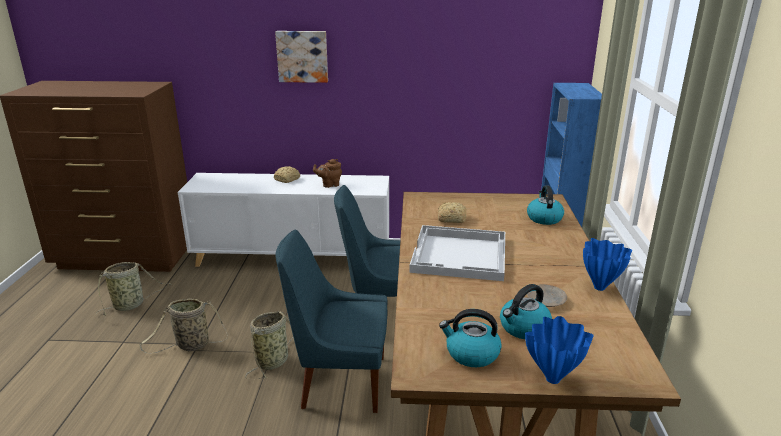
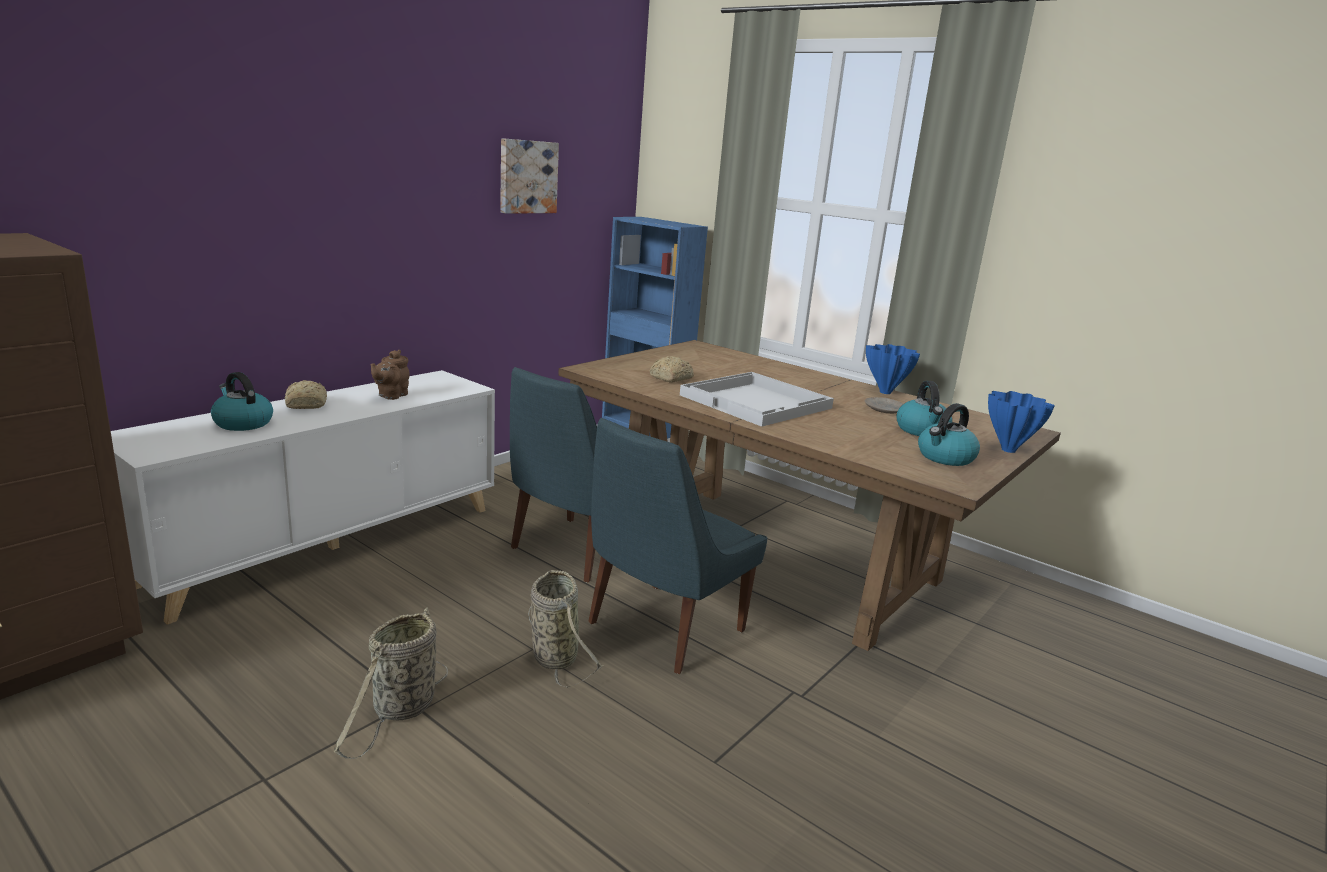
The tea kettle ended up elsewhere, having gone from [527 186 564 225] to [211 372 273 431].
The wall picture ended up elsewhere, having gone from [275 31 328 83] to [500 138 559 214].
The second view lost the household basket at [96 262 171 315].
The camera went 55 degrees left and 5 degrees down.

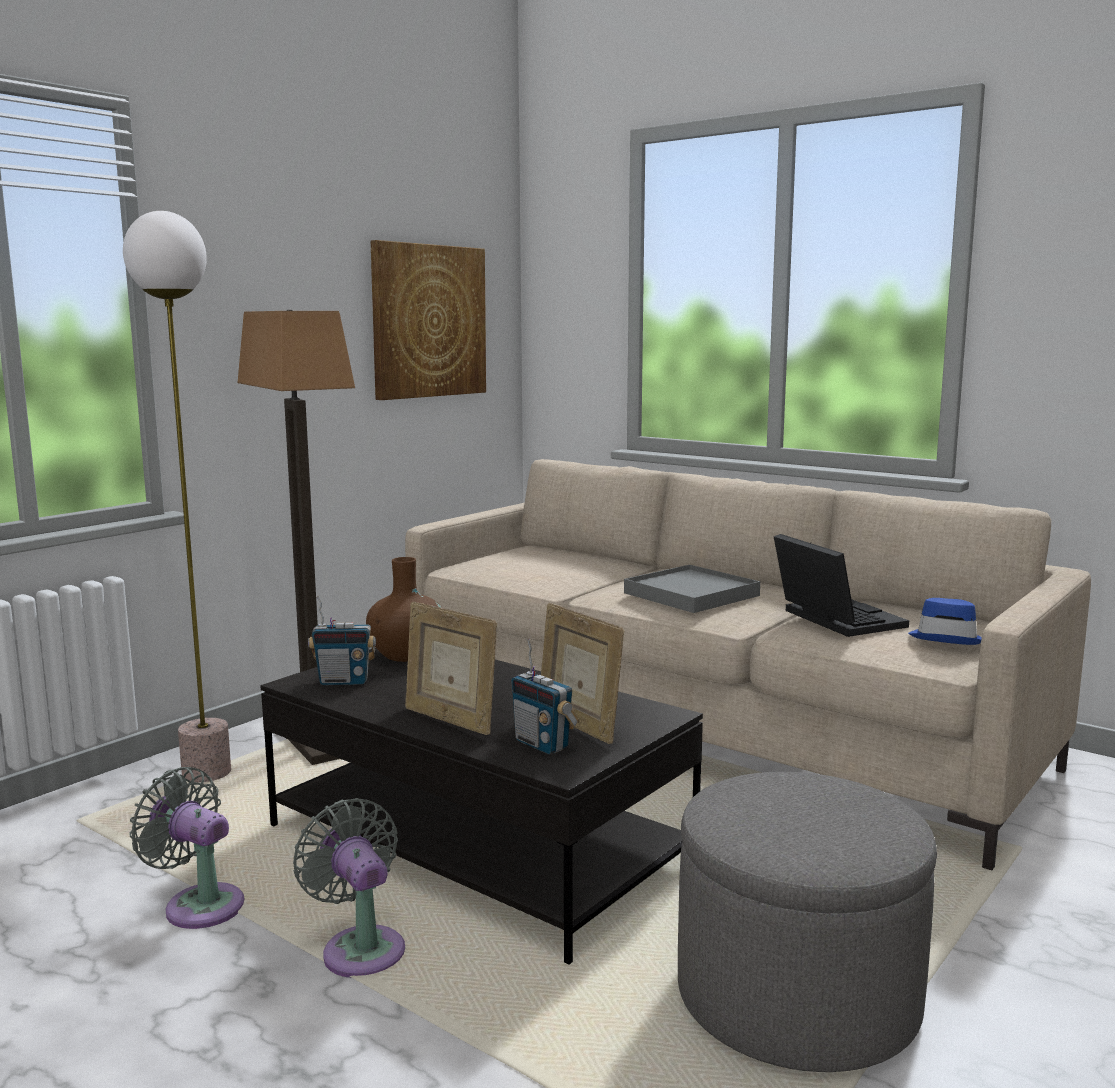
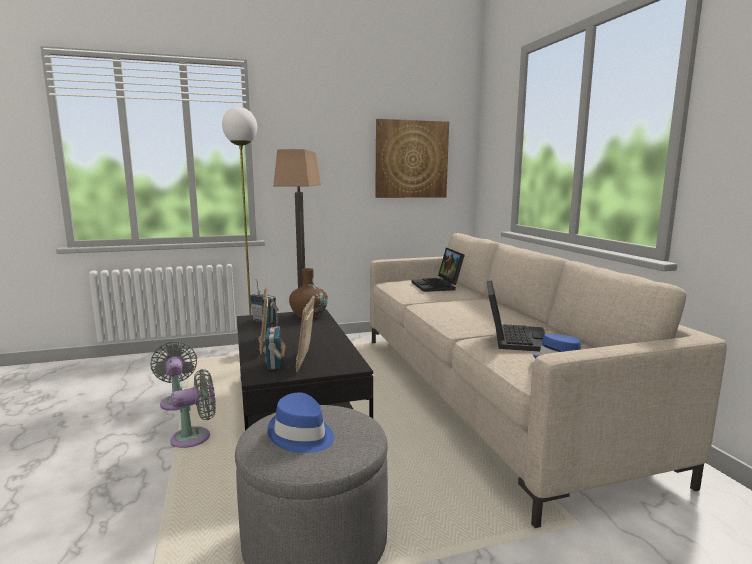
The greyish cooling fan at [293 798 405 978] ended up facing another way, 60 degrees clockwise from before.
The second view gained the bluish wearable hat at [267 392 334 453].
The second view gained the portable computer at [411 248 465 292].
The second view lost the greyish tray at [624 565 760 613].
The camera went 35 degrees right and 0 degrees up.

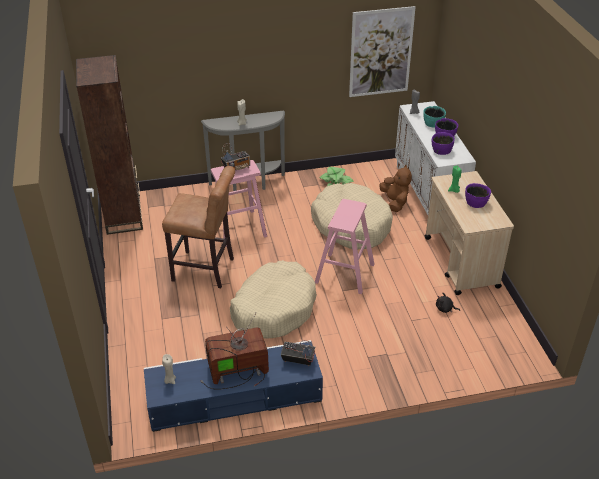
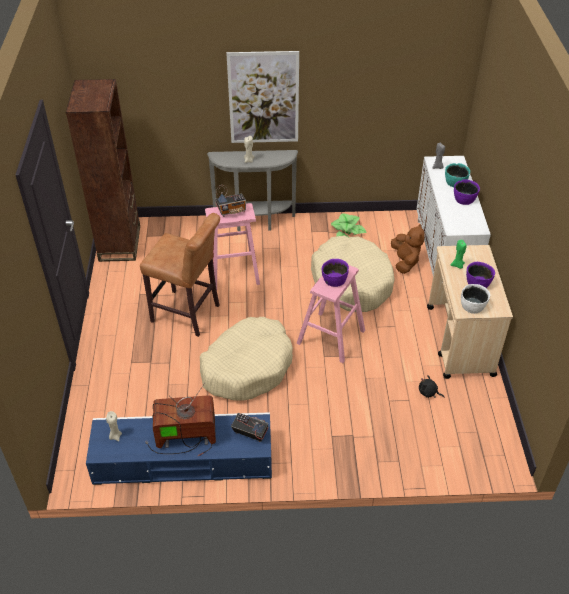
The wall picture ended up elsewhere, having gone from [349 6 416 97] to [226 51 299 143].
The purple deep dish ended up elsewhere, having gone from [432 132 455 155] to [322 259 349 287].
The second view gained the whitish deep dish at [461 284 490 314].
The camera went 10 degrees right and 5 degrees up.

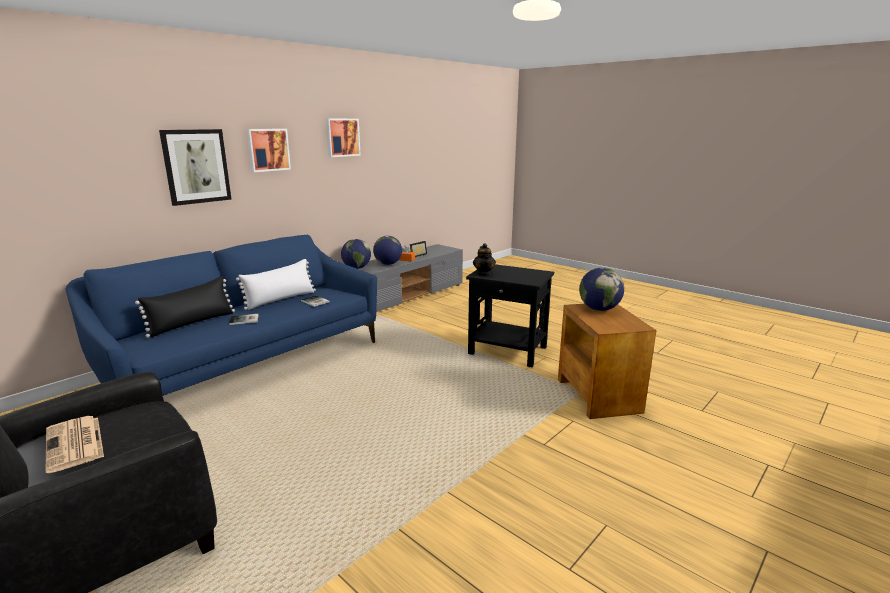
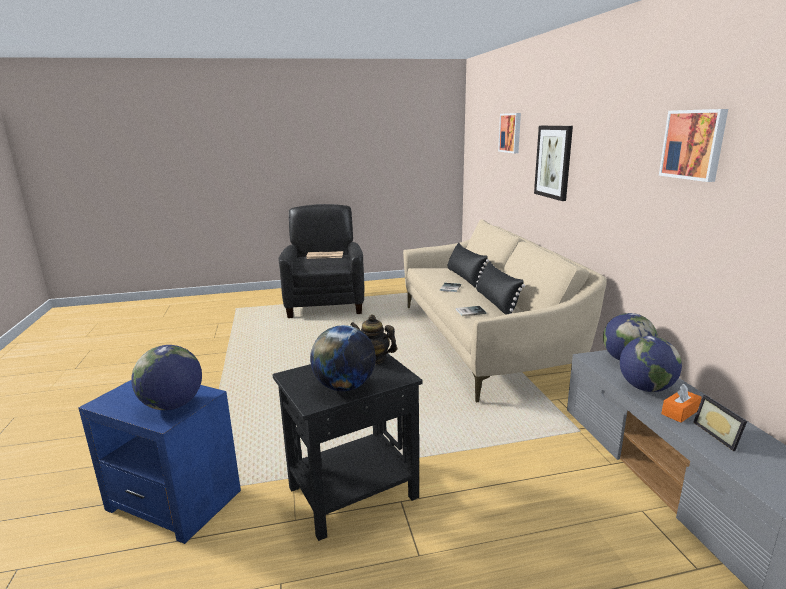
What was the brownish accent table at [558 304 656 419] turned into the bluish accent table at [78 380 241 544].
The second view gained the world globe at [310 325 376 391].
What was the bluish settee at [65 235 377 396] turned into the beige settee at [403 219 607 403].
What was the whitish throw pillow at [236 259 316 310] turned into the black throw pillow at [476 261 525 315].
The wall picture ended up elsewhere, having gone from [246 129 291 172] to [498 113 521 153].
The camera went 125 degrees right and 0 degrees up.

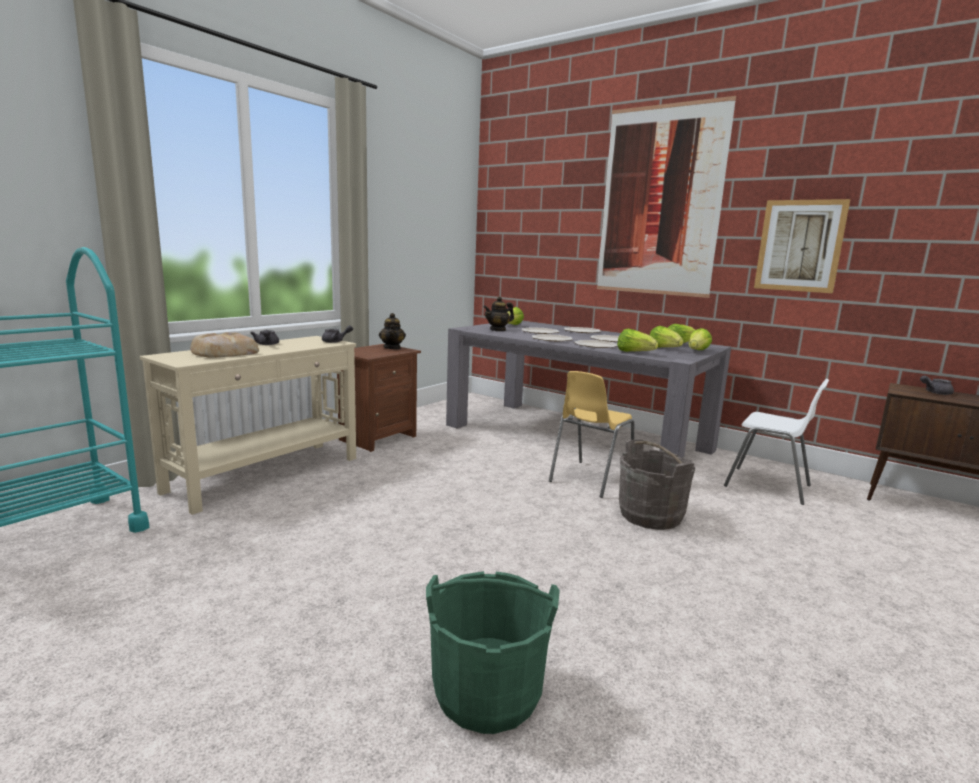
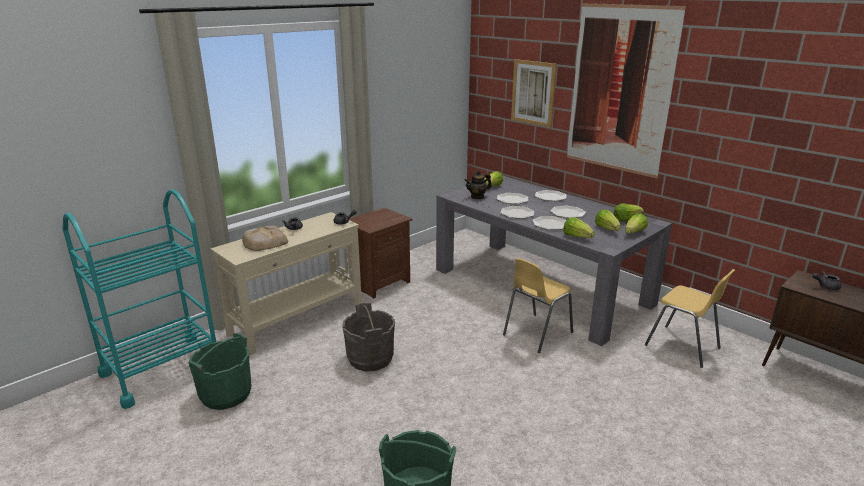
The second view gained the greenish water bucket at [188 333 252 410].
The greyish water bucket ended up elsewhere, having gone from [619 440 695 530] to [342 303 395 372].
The wall picture ended up elsewhere, having gone from [754 199 850 293] to [511 59 557 128].
What was the whitish plain chair at [724 379 829 505] turned into the yellowish plain chair at [645 269 735 368].
The second view lost the pot for tea at [379 313 406 349].
The camera went 10 degrees right and 10 degrees up.

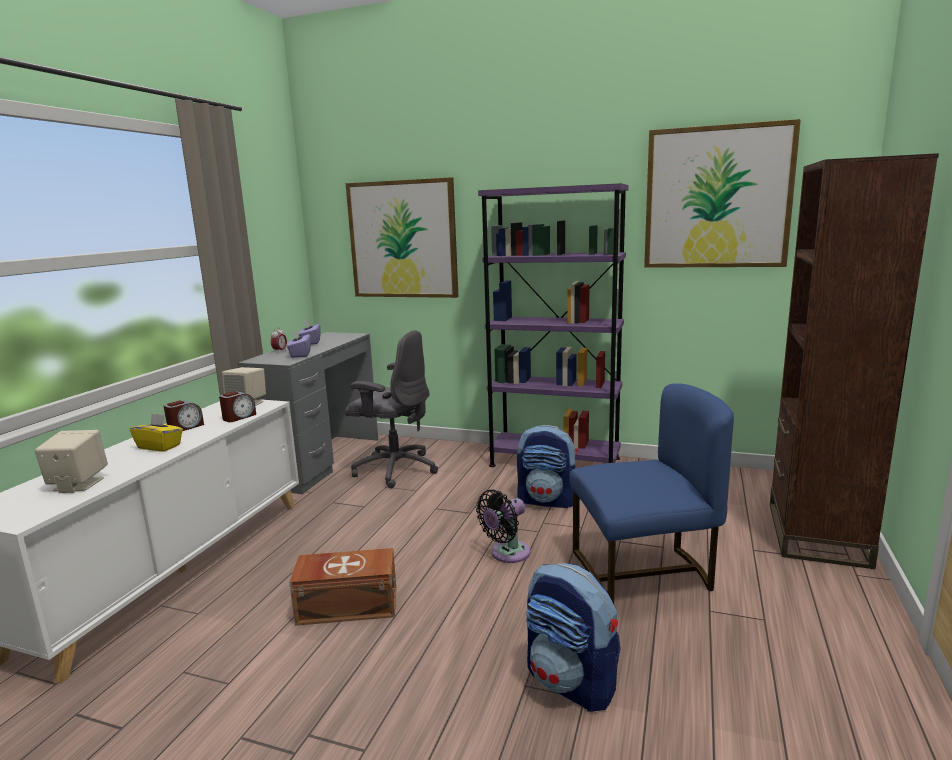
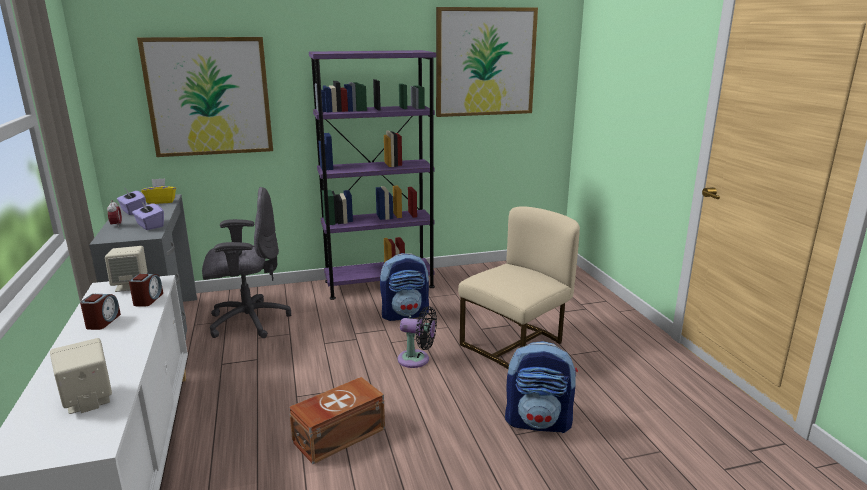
The yellowish tissue holder ended up elsewhere, having gone from [130 413 183 452] to [141 178 176 204].
The black cooling fan at [476 490 531 563] ended up facing another way, 90 degrees counterclockwise from before.
What was the bluish plain chair at [570 383 734 604] turned into the beige plain chair at [458 206 580 369].
The second view lost the brownish bookshelf at [770 153 939 569].
The camera went 35 degrees left and 5 degrees up.

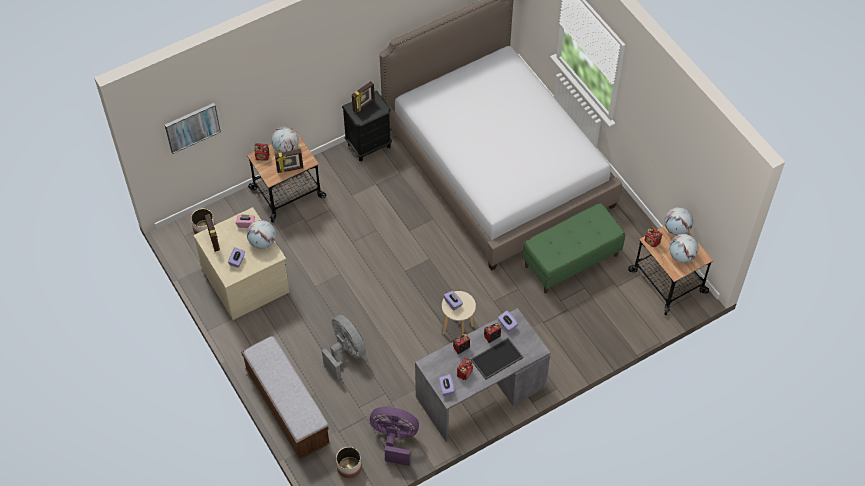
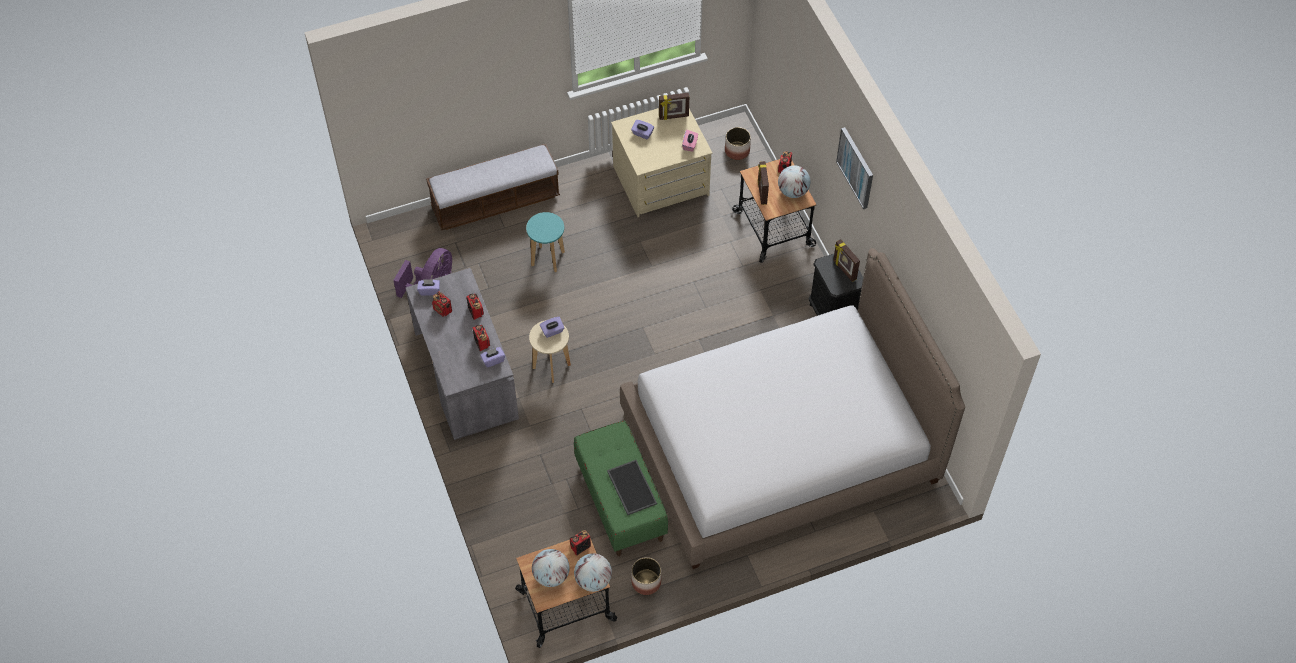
Where the greyish cooling fan stood at [322 315 366 380], the turquoise-coloured stool seat came to stand at [526 212 565 272].
The tray ended up elsewhere, having gone from [471 338 524 380] to [607 460 657 515].
The planter ended up elsewhere, having gone from [336 447 362 478] to [631 557 661 595].
The wall picture ended up elsewhere, having gone from [165 103 221 154] to [836 127 873 209].
The second view lost the world globe at [247 220 276 249].
The camera went 100 degrees right and 0 degrees up.

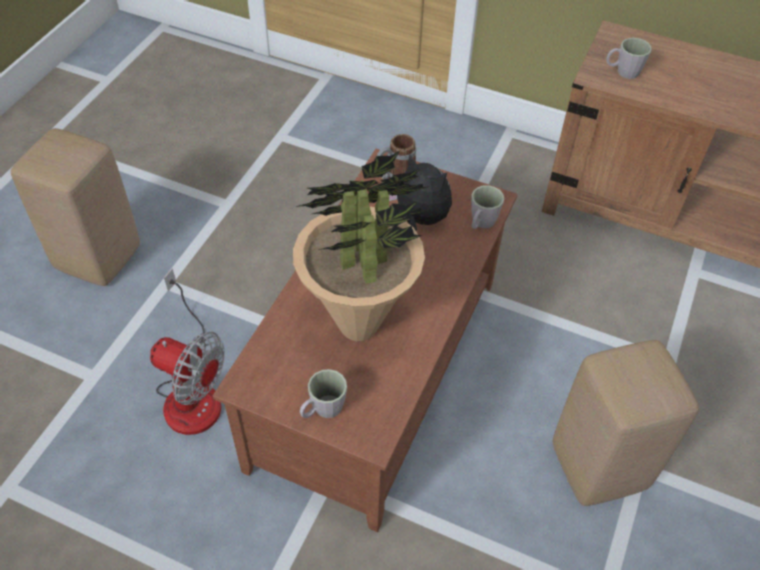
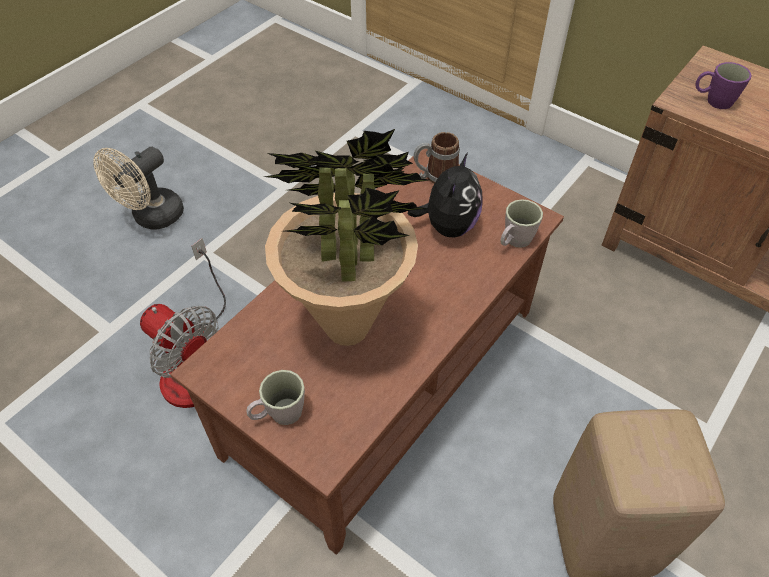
Where the beige stool seat stood at [11 128 140 286], the beige cooling fan came to stand at [93 146 184 230].
The cuddly toy at [389 154 452 230] ended up facing another way, 60 degrees clockwise from before.
What was the greyish tea mug at [606 38 652 79] turned into the purple tea mug at [695 62 752 109].
The camera went 15 degrees right and 0 degrees up.

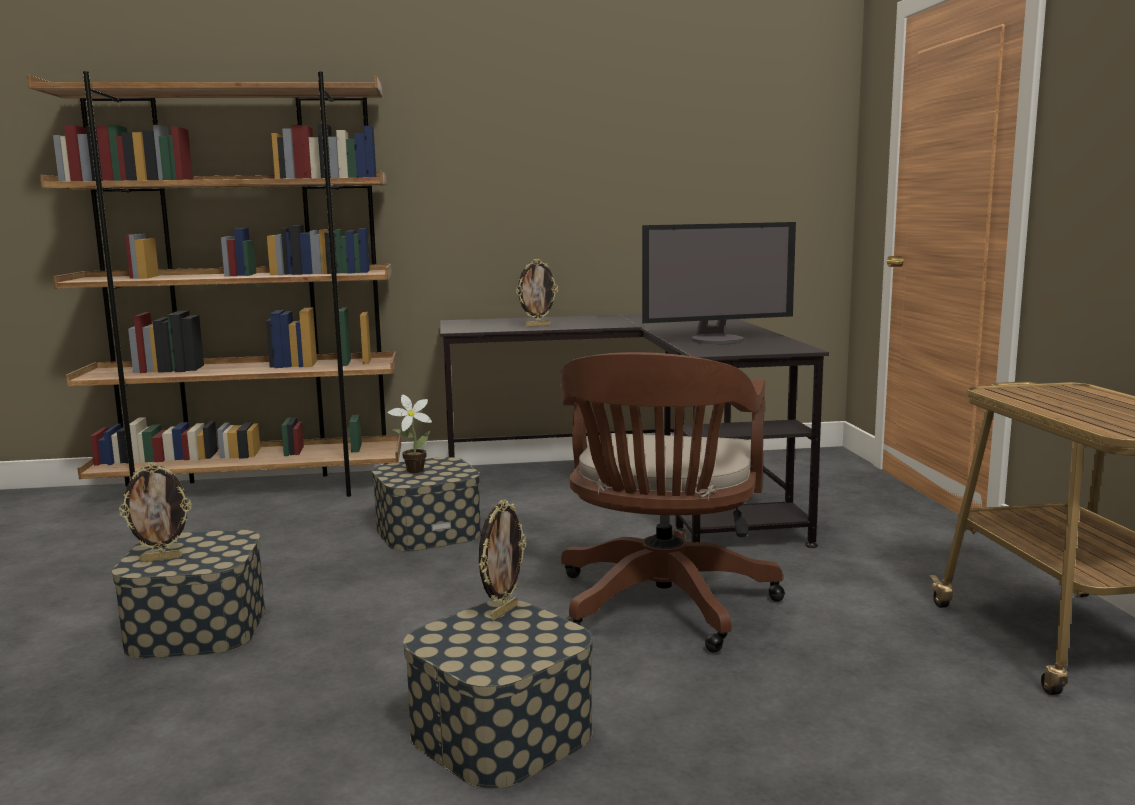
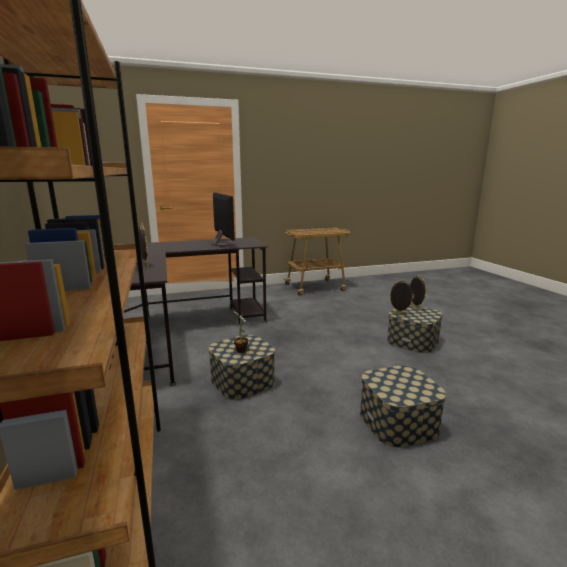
The photo frame ended up elsewhere, having gone from [119 463 191 562] to [410 275 427 310].
The second view lost the brownish desk chair at [560 352 785 653].
The camera went 100 degrees left and 5 degrees up.

